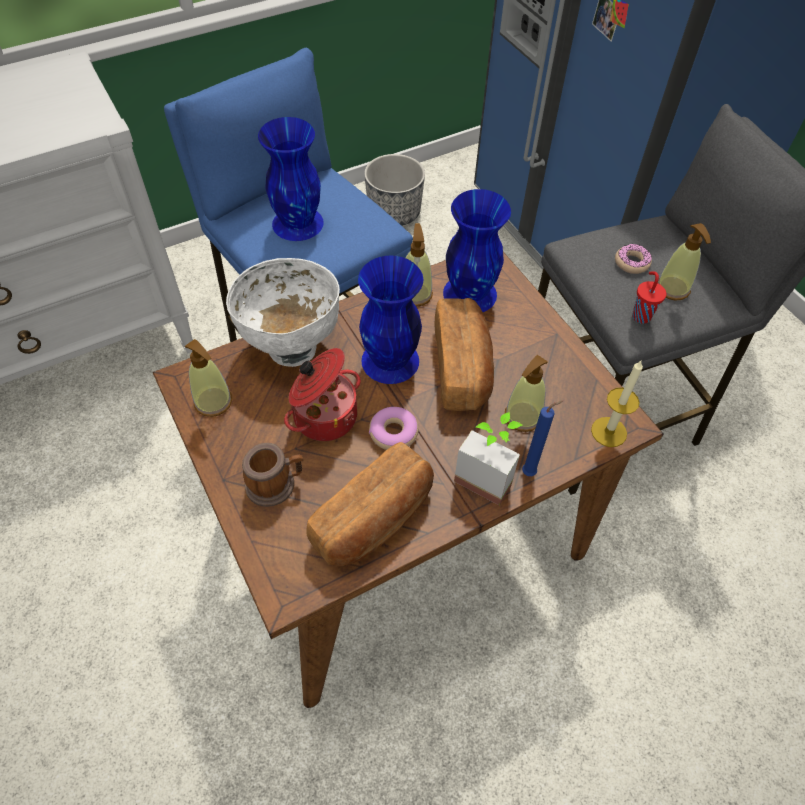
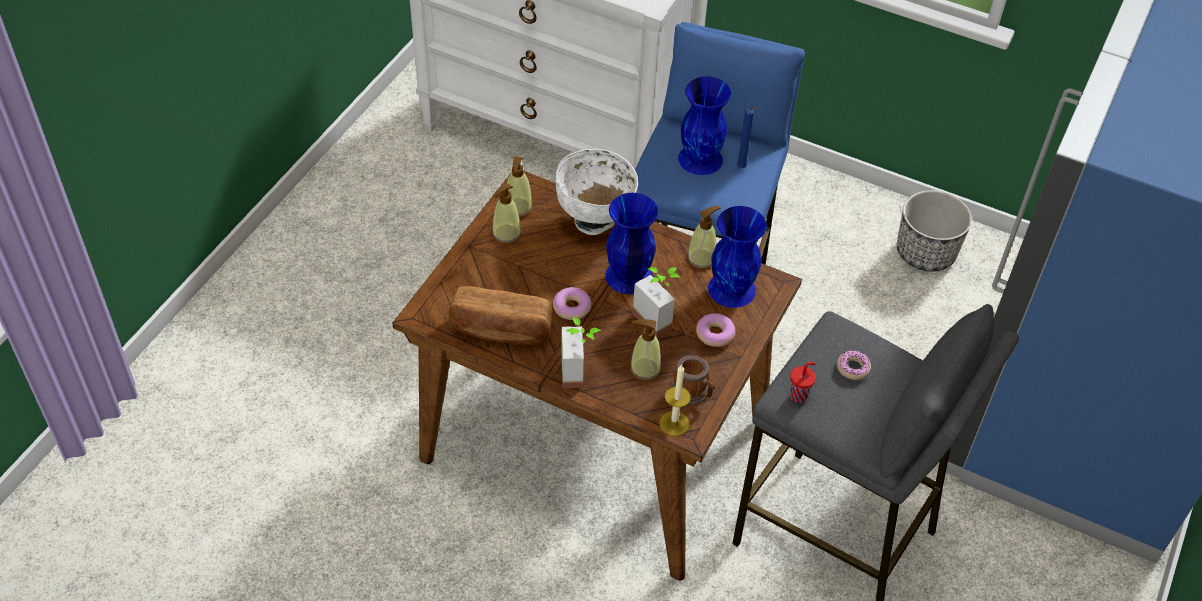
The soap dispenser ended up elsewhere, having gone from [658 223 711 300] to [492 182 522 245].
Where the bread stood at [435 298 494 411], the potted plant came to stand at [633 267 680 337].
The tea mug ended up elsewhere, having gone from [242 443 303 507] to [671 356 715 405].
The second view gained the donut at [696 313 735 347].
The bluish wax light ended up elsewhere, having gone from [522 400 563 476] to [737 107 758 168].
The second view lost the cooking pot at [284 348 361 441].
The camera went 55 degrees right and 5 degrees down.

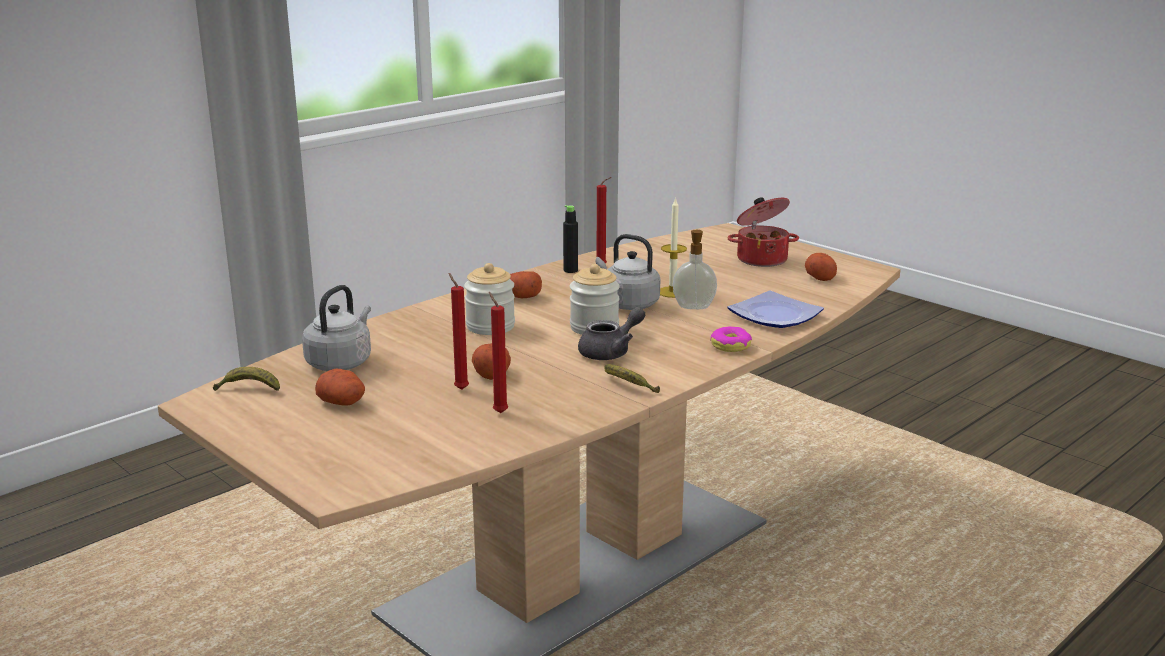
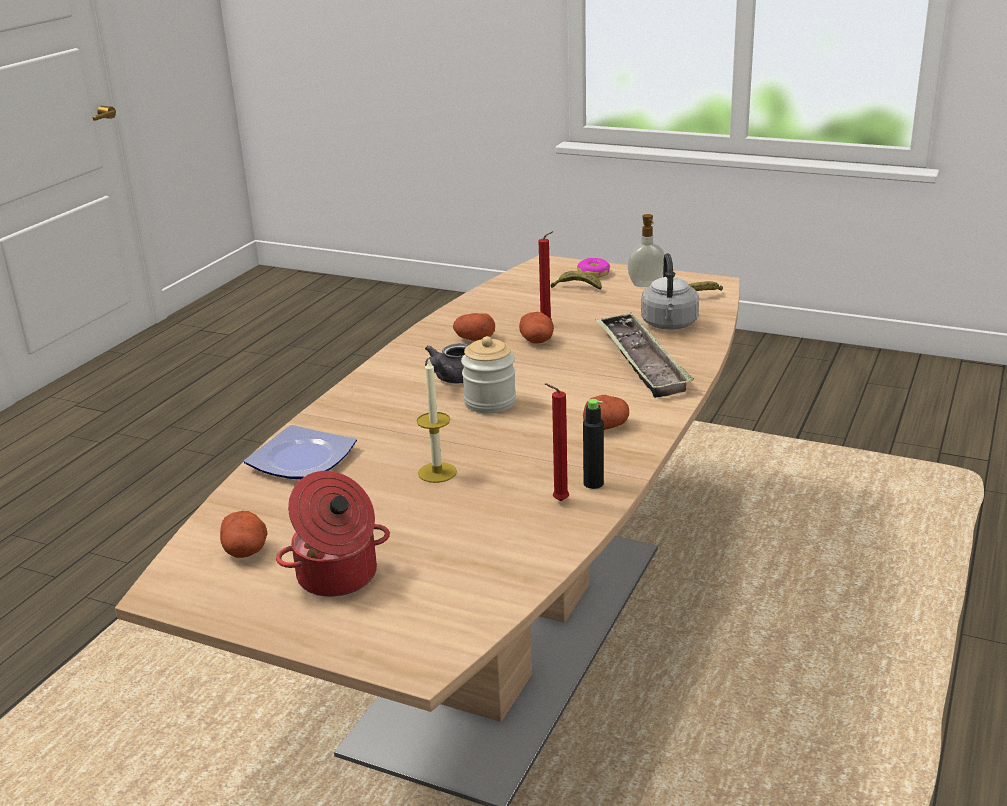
The potato ended up elsewhere, having gone from [315 369 365 406] to [453 313 495 341].
The banana ended up elsewhere, having gone from [604 364 660 393] to [550 271 602 290].
The donut ended up elsewhere, having gone from [710 327 752 352] to [577 258 610 278].
The second view gained the tray at [595 313 694 398].
The soap dispenser ended up elsewhere, having gone from [673 230 717 309] to [627 214 665 287].
The second view lost the preserve jar at [464 263 515 335].
The second view lost the red wax light at [489 292 508 413].
The second view lost the greyish tea kettle at [596 234 660 310].
The camera went 160 degrees right and 5 degrees up.

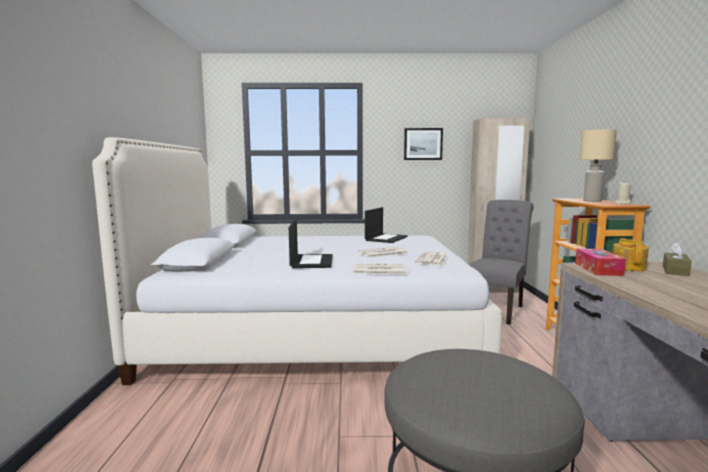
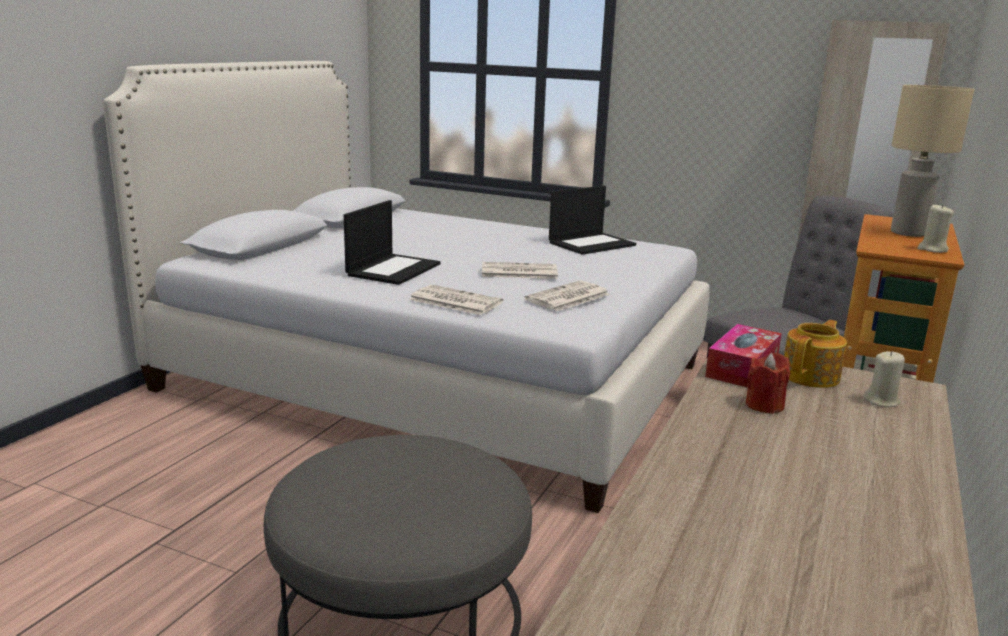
The second view gained the red wax light at [746 353 790 414].
Where the brownish tissue holder stood at [663 242 692 276], the beige wax light came to stand at [864 351 905 407].
The second view lost the wall picture at [404 128 443 160].
The camera went 25 degrees right and 10 degrees up.

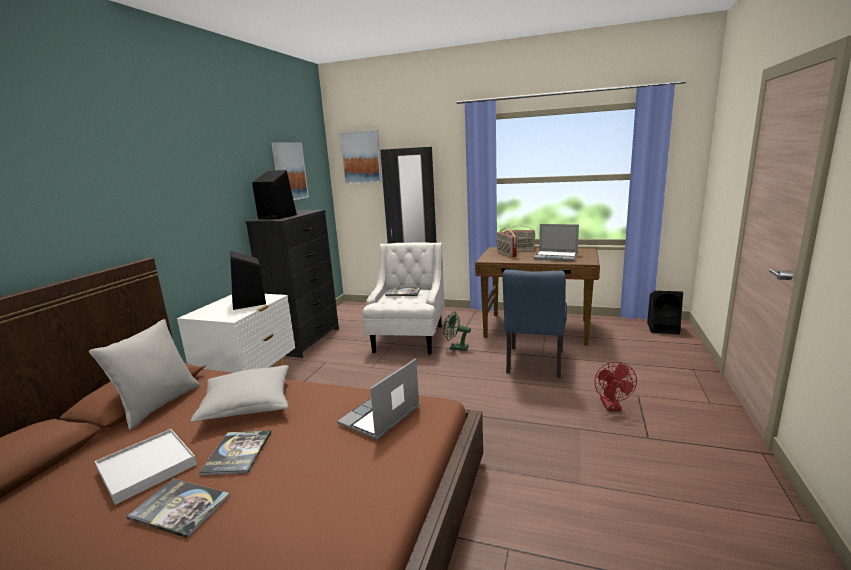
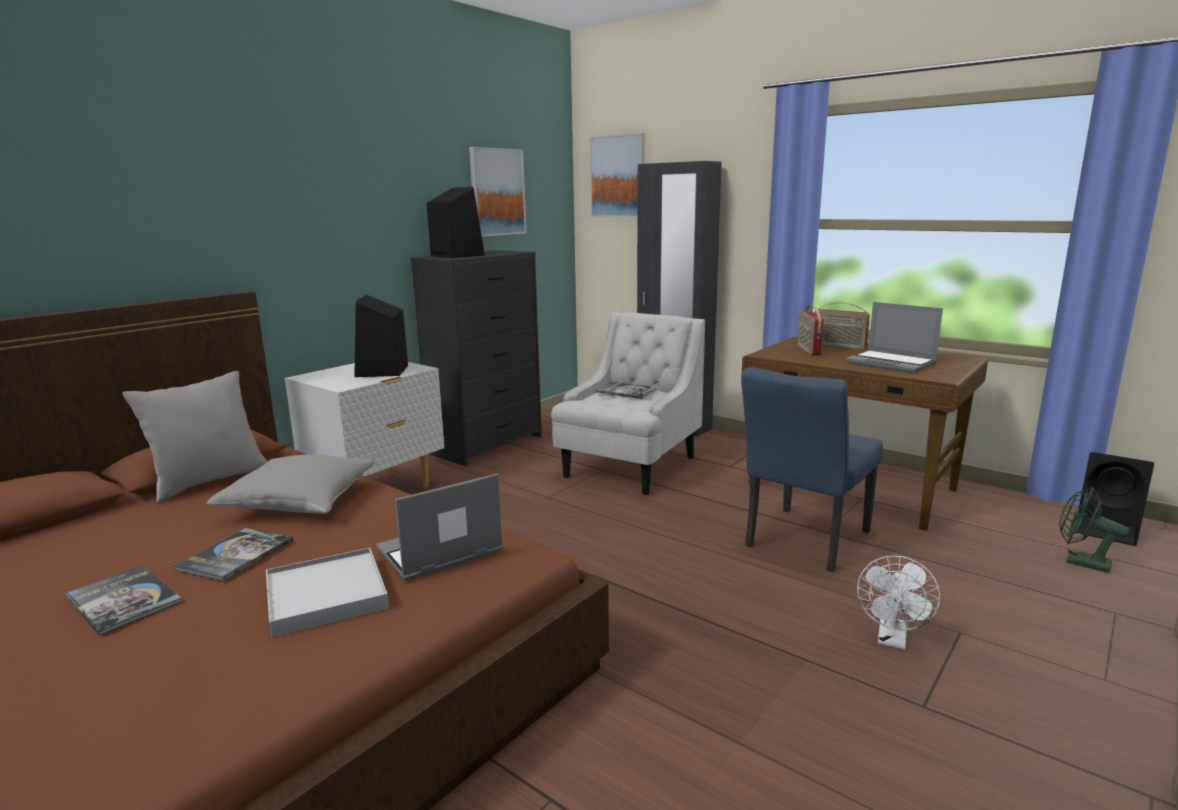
The whitish tray ended up elsewhere, having gone from [95 429 197 505] to [266 548 389 637].
What was the red cooling fan at [595 362 637 411] turned into the whitish cooling fan at [857 556 940 649].
The greenish cooling fan ended up elsewhere, having gone from [443 311 471 351] to [1059 487 1130 573].
The camera went 20 degrees right and 0 degrees up.

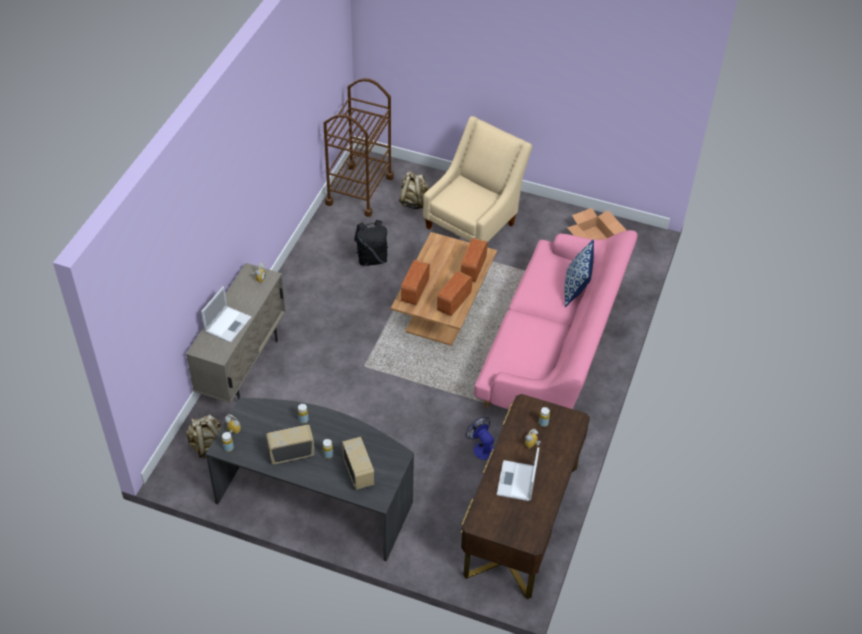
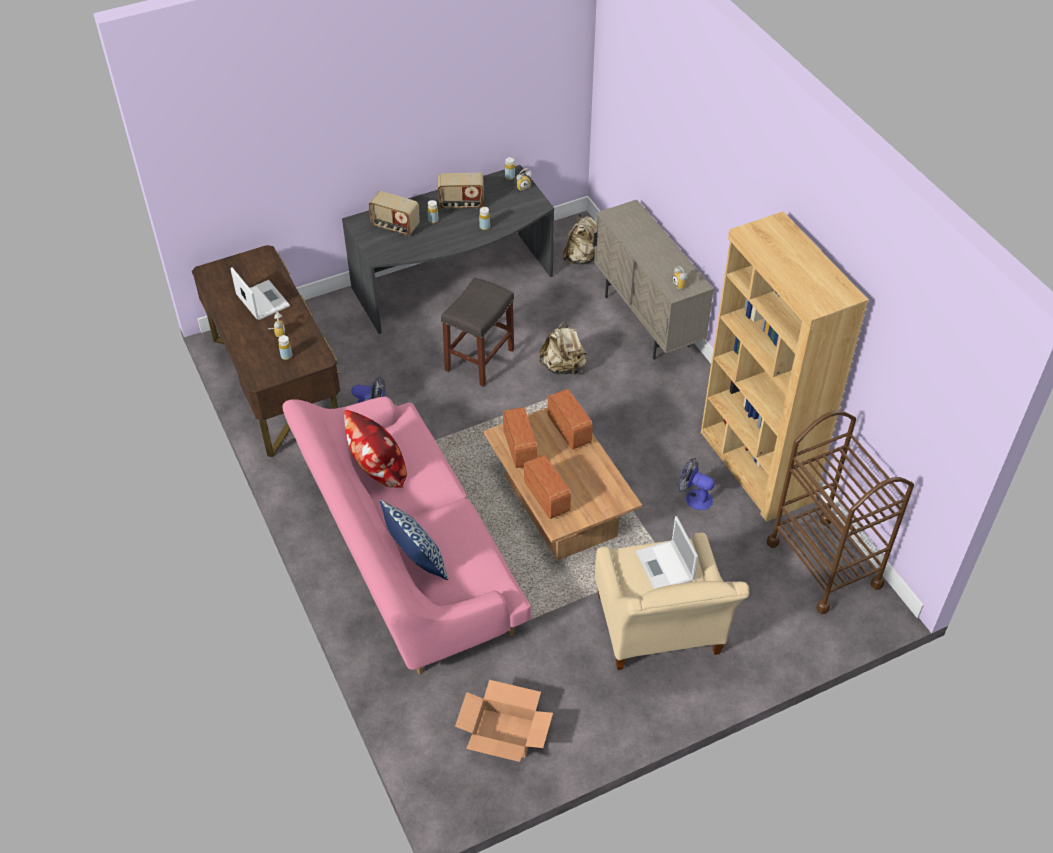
The second view gained the throw pillow at [344 410 407 488].
The radio receiver at [266 425 314 464] ended up facing another way, 60 degrees clockwise from before.
The second view gained the greyish stool seat at [441 278 514 387].
The beige knapsack ended up elsewhere, having gone from [399 171 430 209] to [539 322 586 375].
The portable computer ended up elsewhere, having gone from [201 286 252 343] to [635 516 698 589].
Where the black knapsack stood at [354 220 389 266], the cooling fan came to stand at [678 458 715 510].
The second view gained the brownish bookshelf at [701 212 868 522].
The camera went 135 degrees right and 0 degrees up.

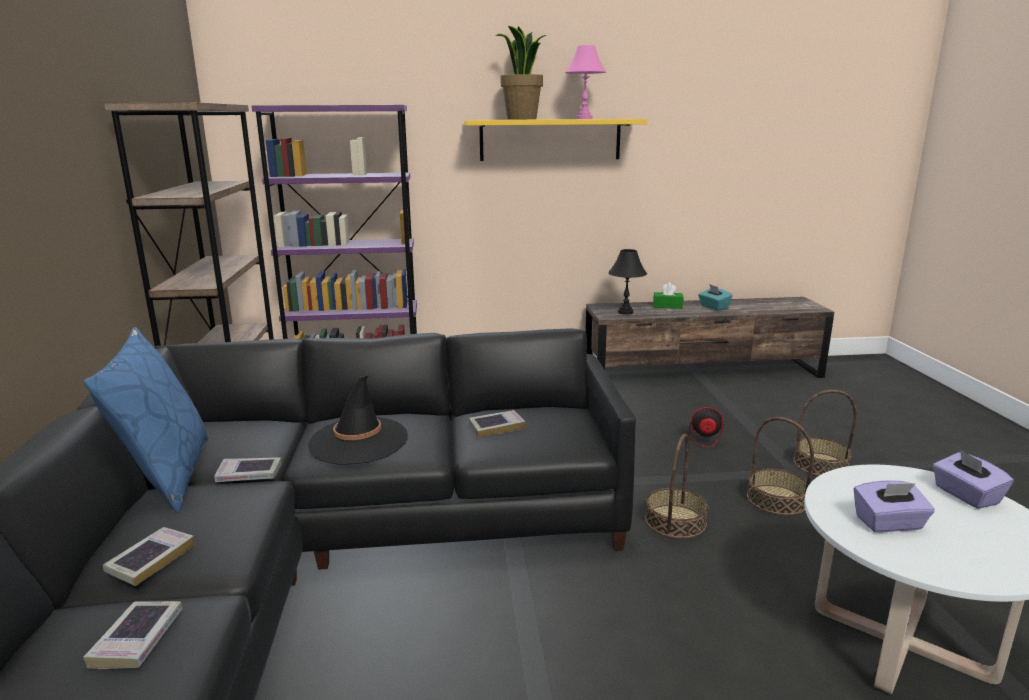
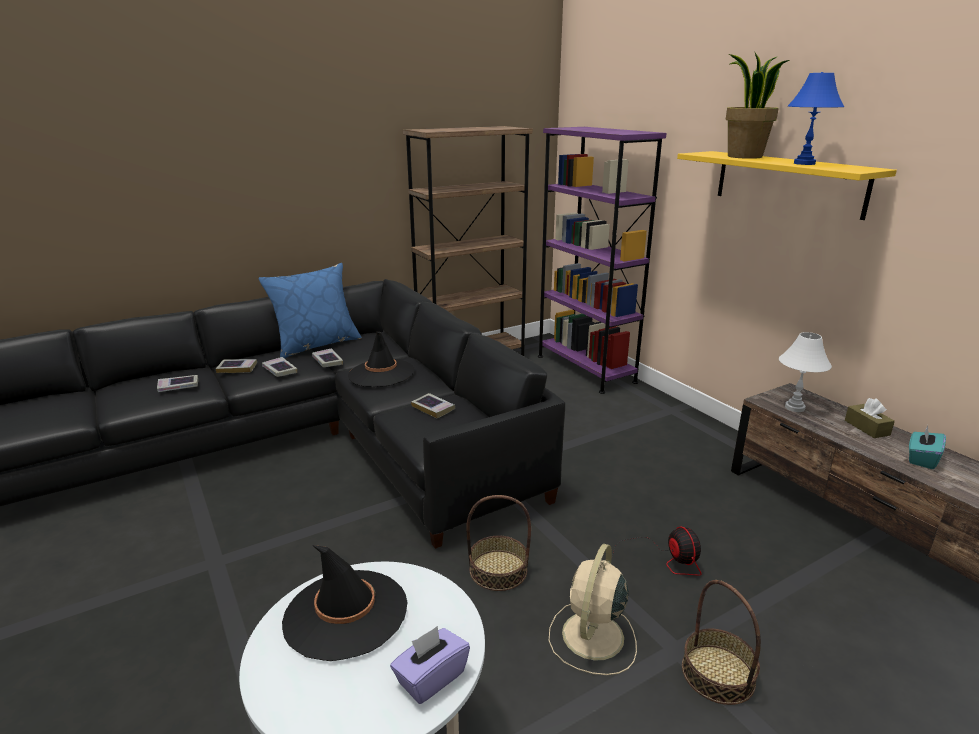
The second view gained the book at [262 357 297 377].
Where the purple tissue holder stood at [854 481 935 532], the black wearable hat came to stand at [282 545 408 661].
Where the household basket stood at [747 417 814 515], the beige cooling fan came to stand at [549 544 637 675].
What was the black lamp for a table at [608 249 647 315] turned into the whitish lamp for a table at [779 332 832 412].
What was the pink lamp for a table at [565 45 606 119] turned into the bluish lamp for a table at [788 72 844 165].
What was the greenish tissue holder at [653 283 683 309] turned into the brownish tissue holder at [845 398 895 438].
The camera went 65 degrees right and 5 degrees up.

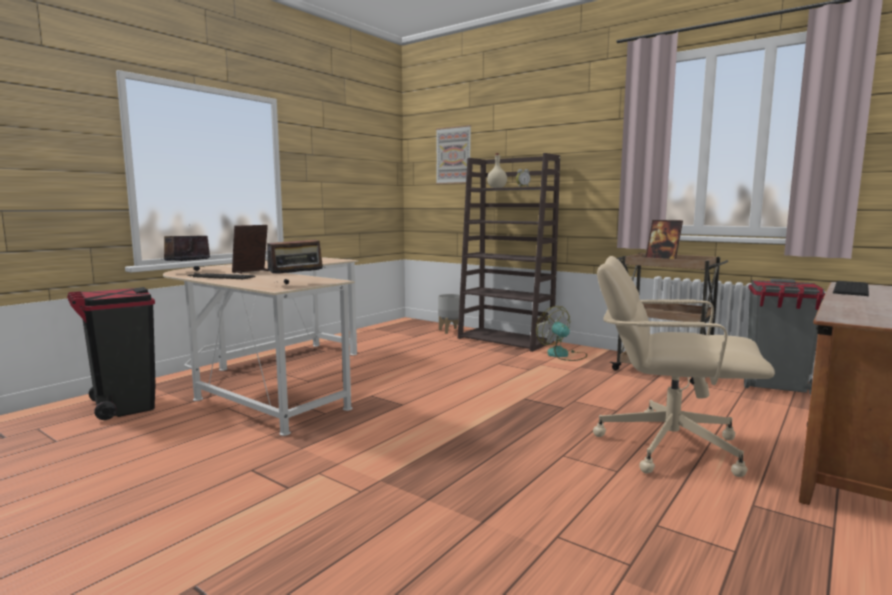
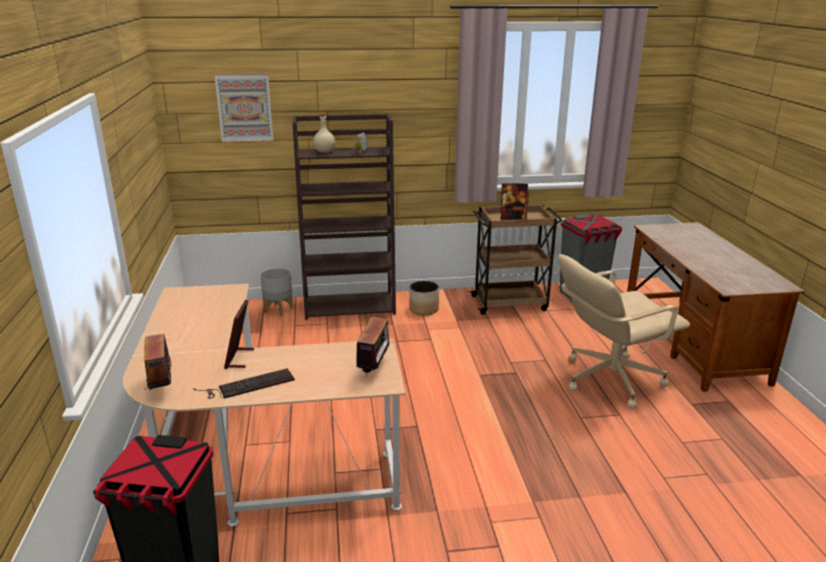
Where the cooling fan stood at [536 306 587 361], the planter came to stand at [409 281 439 316].
The second view lost the keyboard at [833 281 869 296].
The camera went 45 degrees left and 15 degrees up.

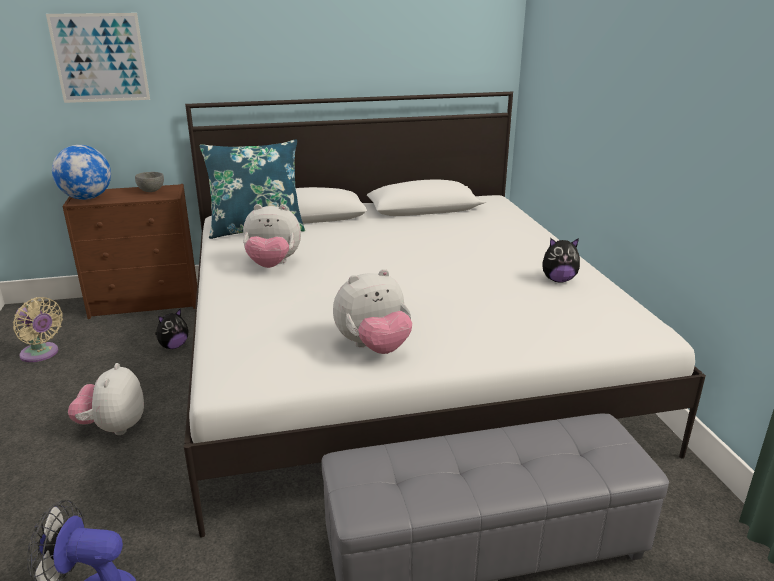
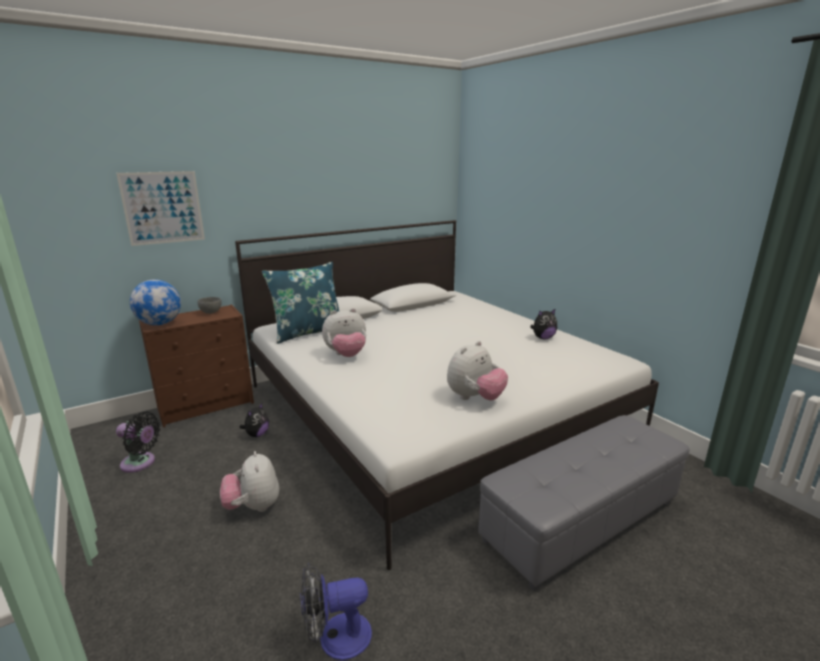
What was the beige cooling fan at [13 297 63 362] turned into the black cooling fan at [116 412 161 473].
The camera went 20 degrees left and 5 degrees down.

